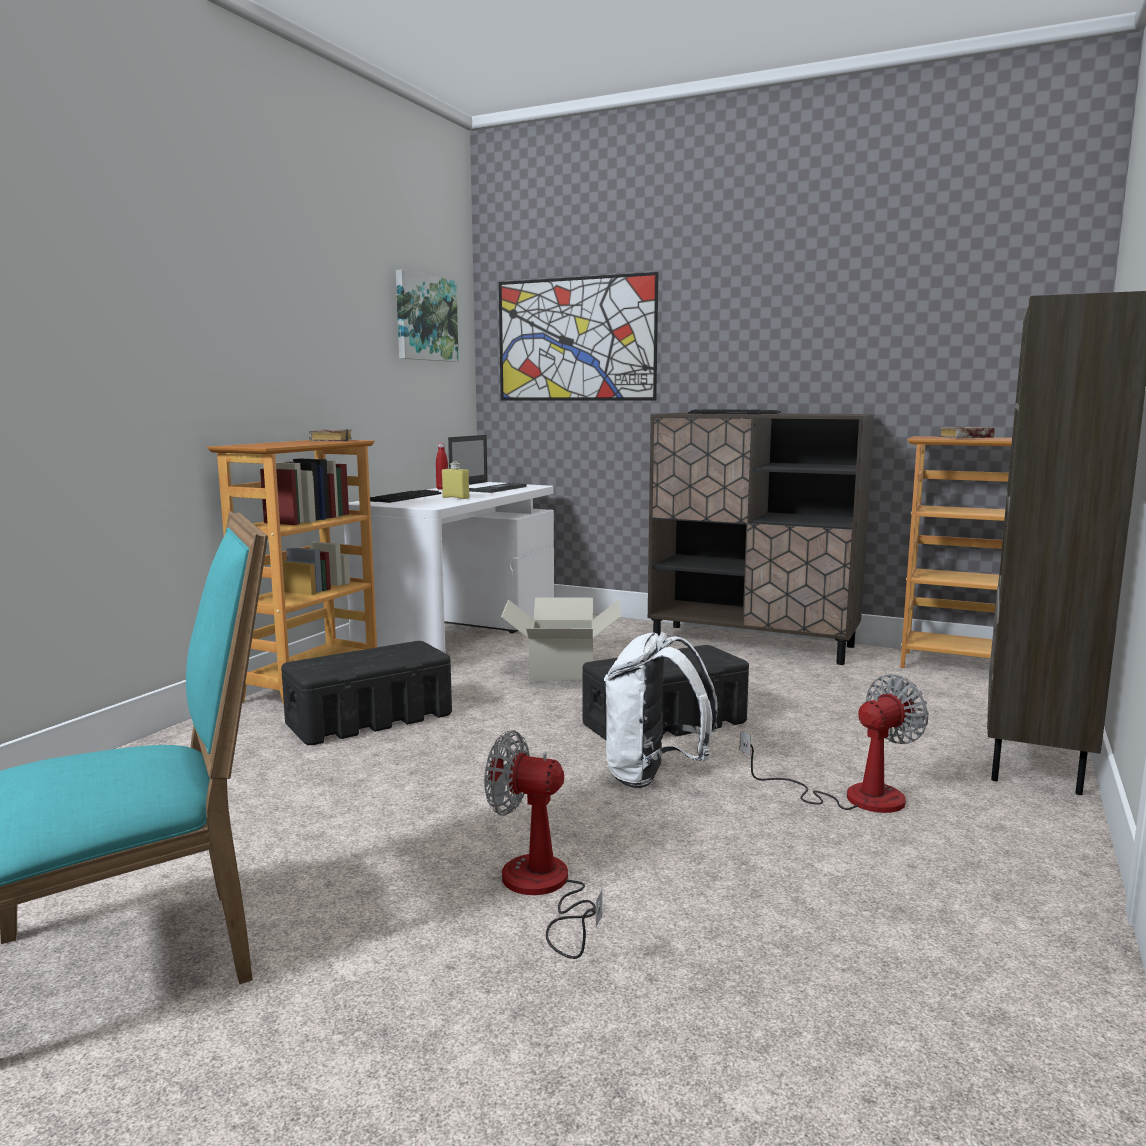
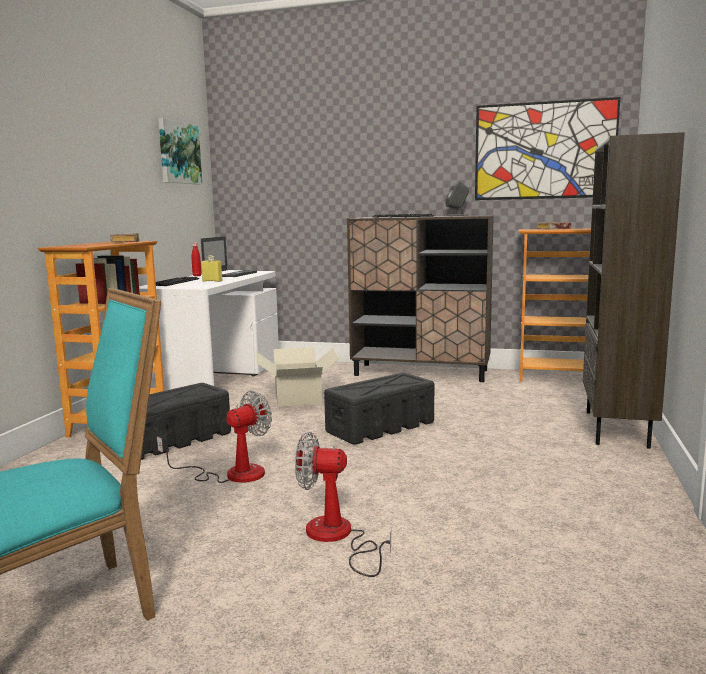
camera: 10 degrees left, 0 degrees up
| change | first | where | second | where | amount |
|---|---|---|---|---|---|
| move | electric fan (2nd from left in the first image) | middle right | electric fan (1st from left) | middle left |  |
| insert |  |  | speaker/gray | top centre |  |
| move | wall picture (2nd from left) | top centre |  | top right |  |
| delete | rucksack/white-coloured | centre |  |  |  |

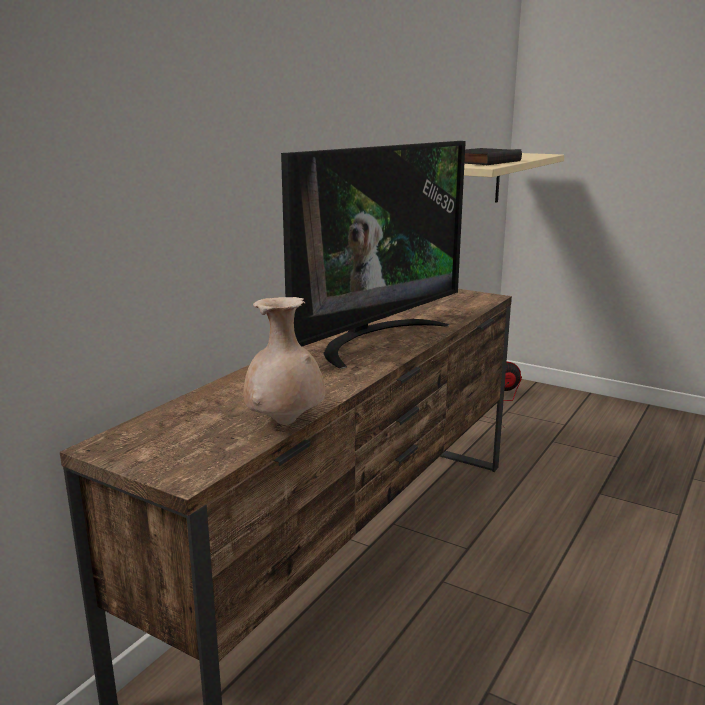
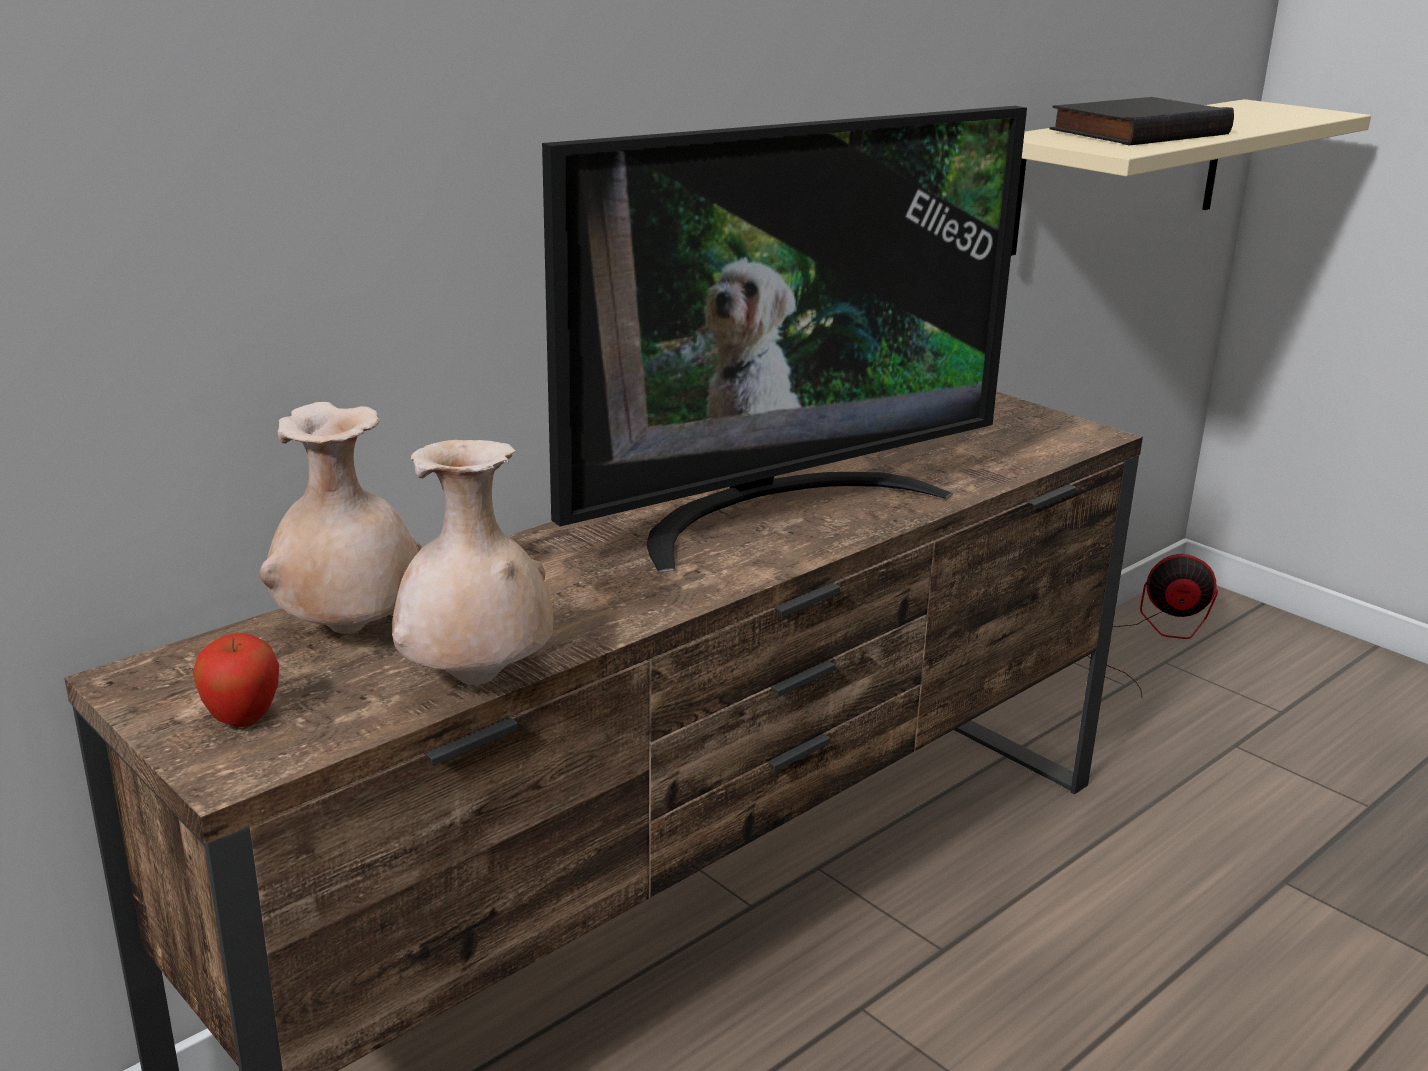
camera: 15 degrees right, 5 degrees up
| change | first | where | second | where | amount |
|---|---|---|---|---|---|
| insert |  |  | apple | middle left |  |
| insert |  |  | decorative vase/beige-coloured (1st from left) | middle left |  |

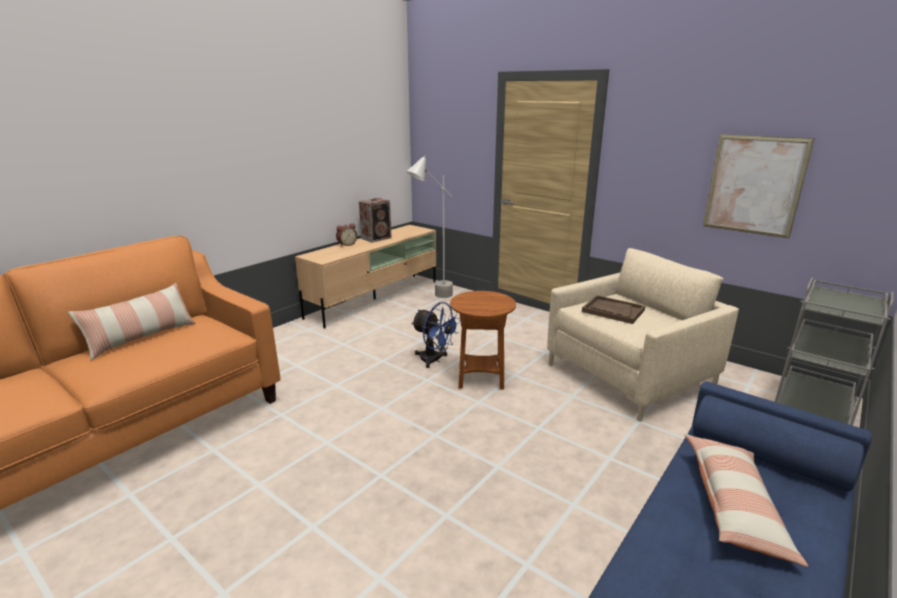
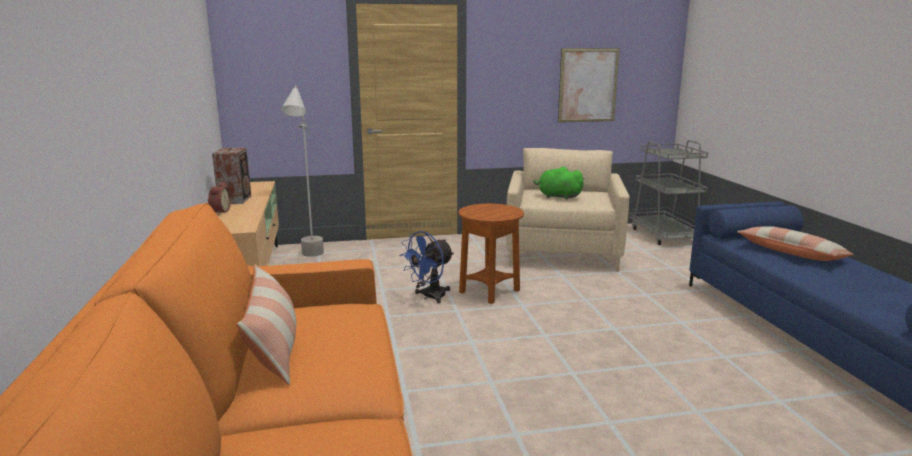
camera: 50 degrees left, 5 degrees down
| change | first | where | second | where | amount |
|---|---|---|---|---|---|
| rotate | electric fan/blue | centre |  | centre | 150 degrees clockwise |
| replace | serving tray/brownish | middle right | cuddly toy/greenish | centre |  |

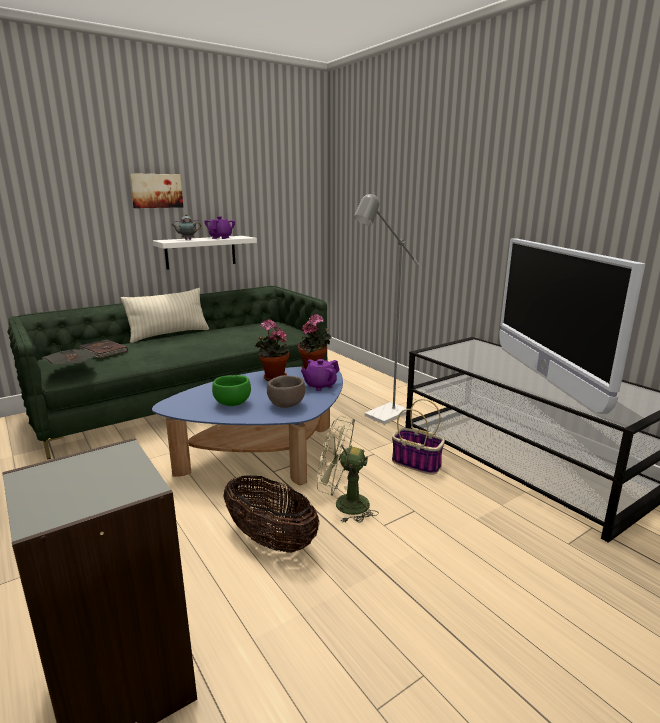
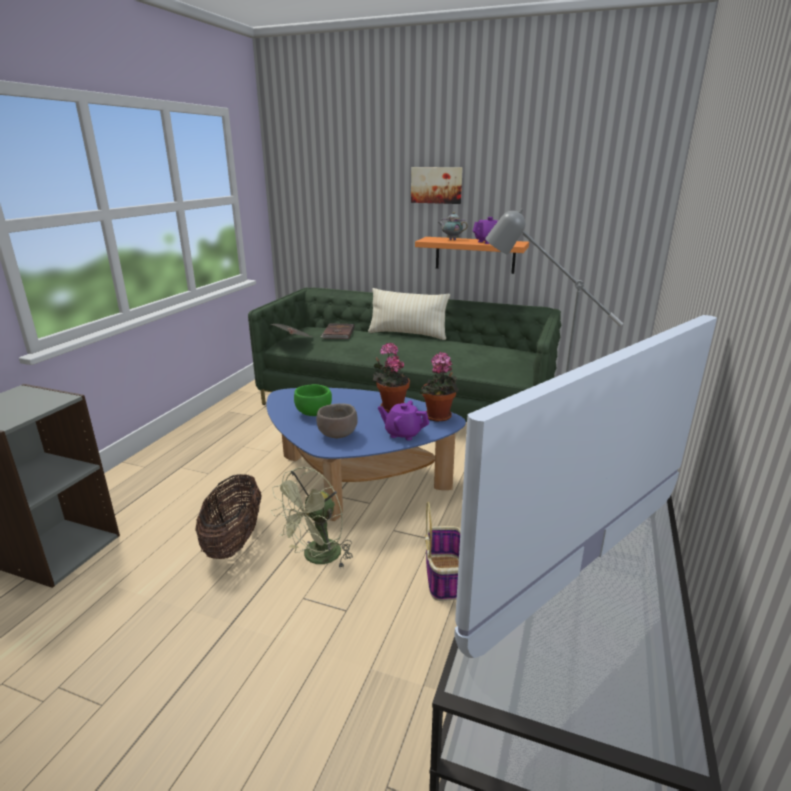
camera: 55 degrees right, 5 degrees up
| change | first | where | second | where | amount |
|---|---|---|---|---|---|
| rotate | electric fan/greenish | centre |  | centre | 120 degrees counterclockwise |
| recolor | shelf/white-coloured | middle left | shelf/orangey | top centre |  |

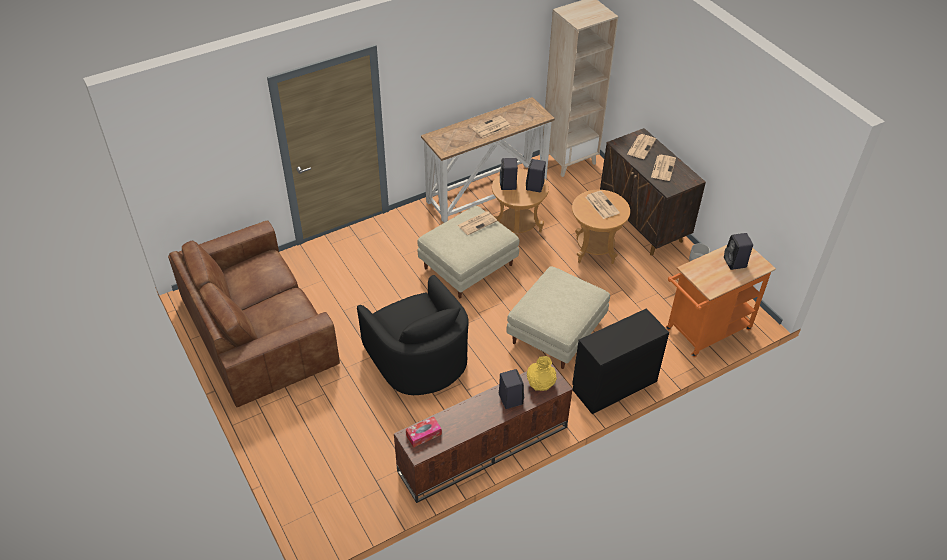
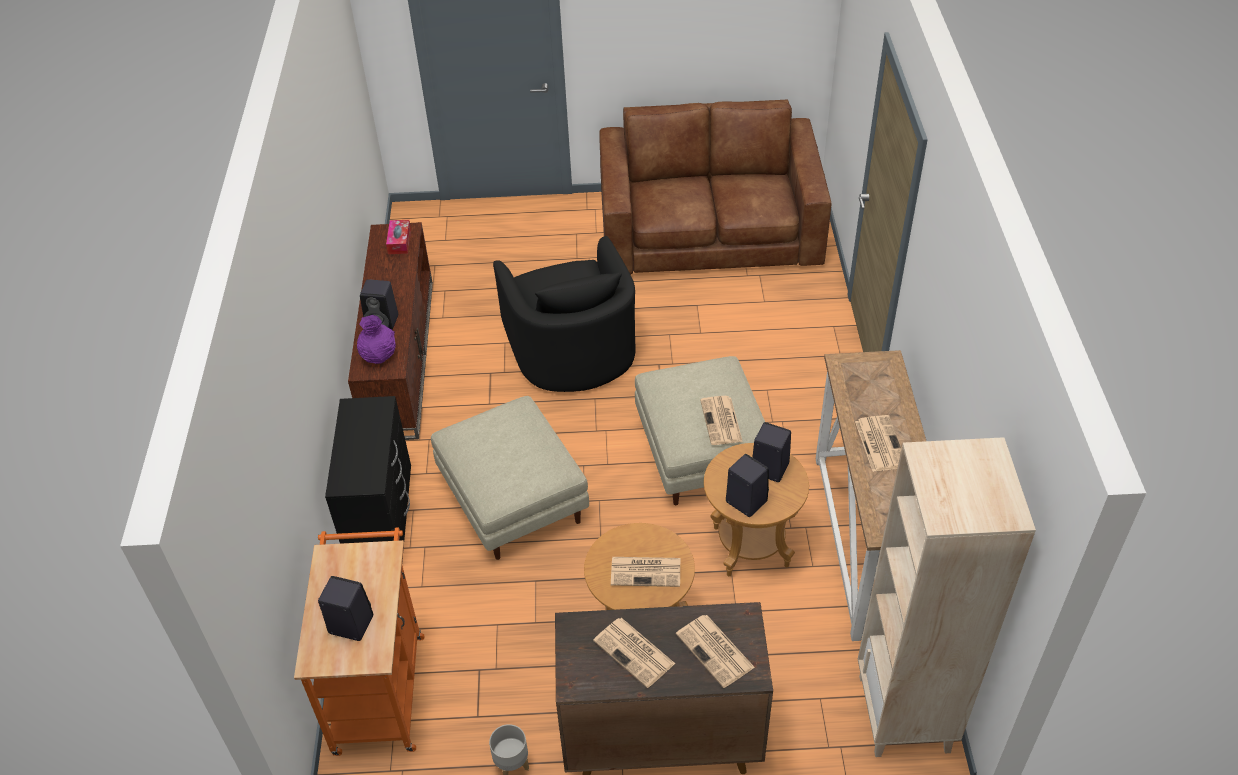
camera: 120 degrees right, 0 degrees up
| change | first | where | second | where | amount |
|---|---|---|---|---|---|
| recolor | decorative vase/yellow | centre | decorative vase/purple-coloured | middle left |  |
| rotate | lounge chair/blackish | centre |  | centre | 105 degrees counterclockwise |

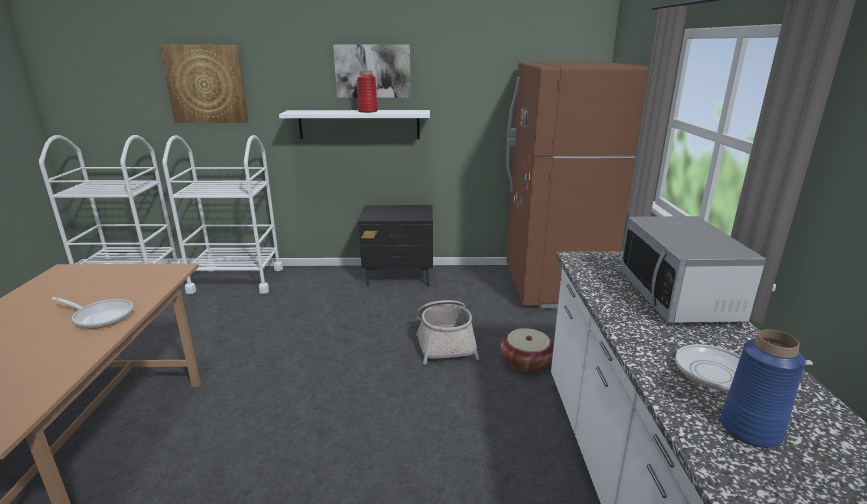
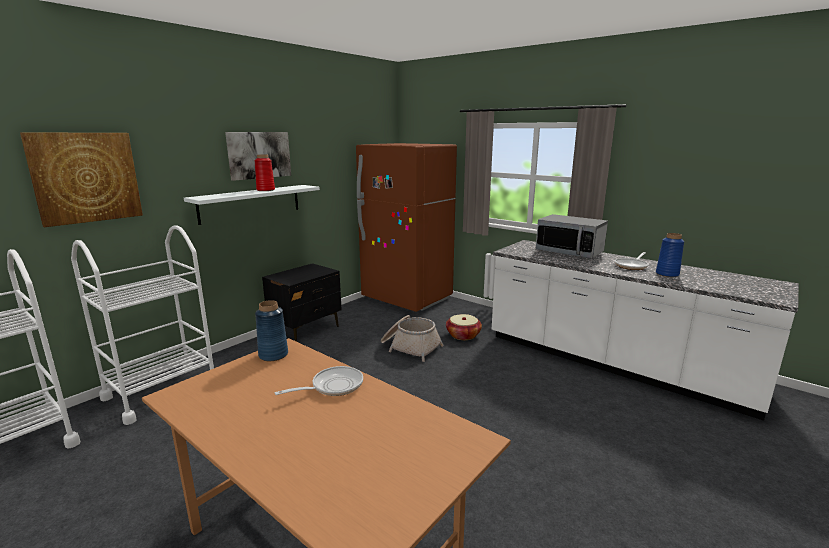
camera: 50 degrees left, 5 degrees down
| change | first | where | second | where | amount |
|---|---|---|---|---|---|
| insert |  |  | decorative vase/blue (1st from left) | middle left |  |

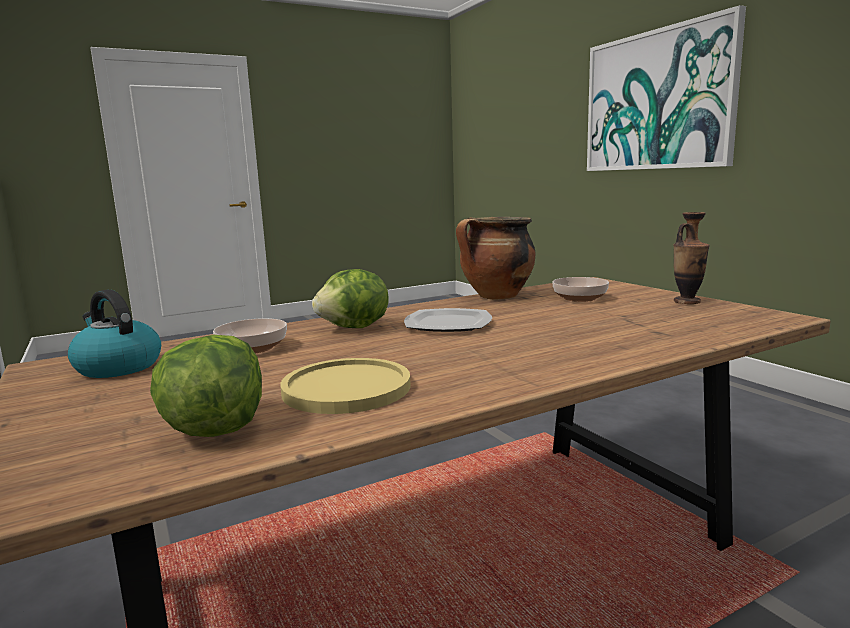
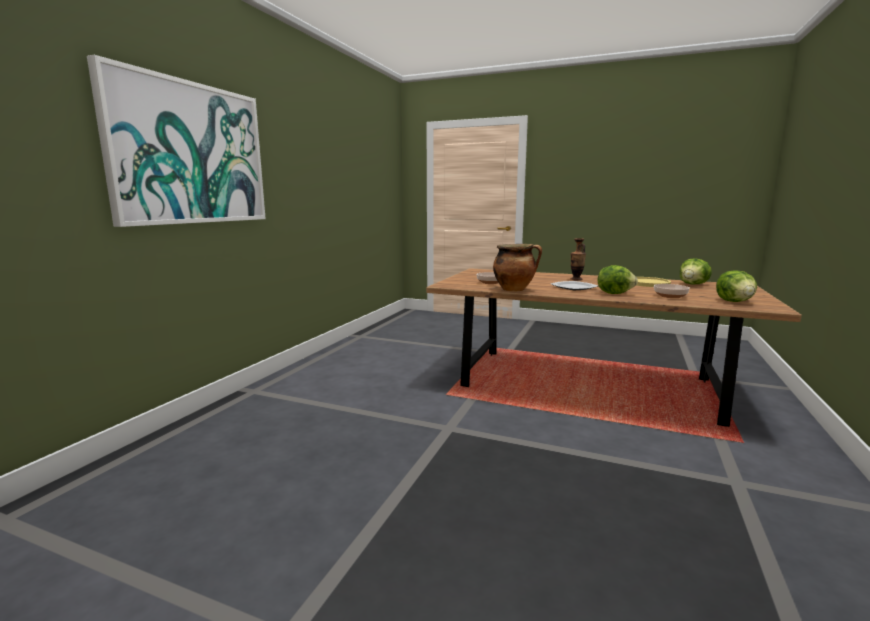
camera: 130 degrees left, 0 degrees up
| change | first | where | second | where | amount |
|---|---|---|---|---|---|
| move | decorative vase | middle right |  | centre |  |
| replace | water kettle | middle left | lettuce head (3rd from left) | middle right |  |

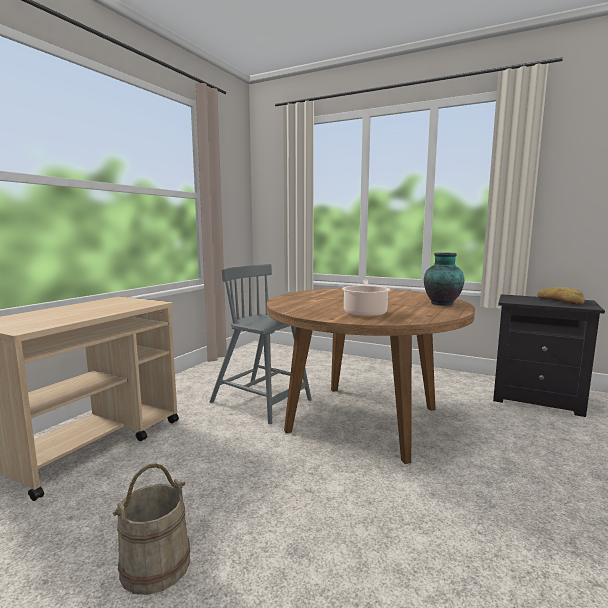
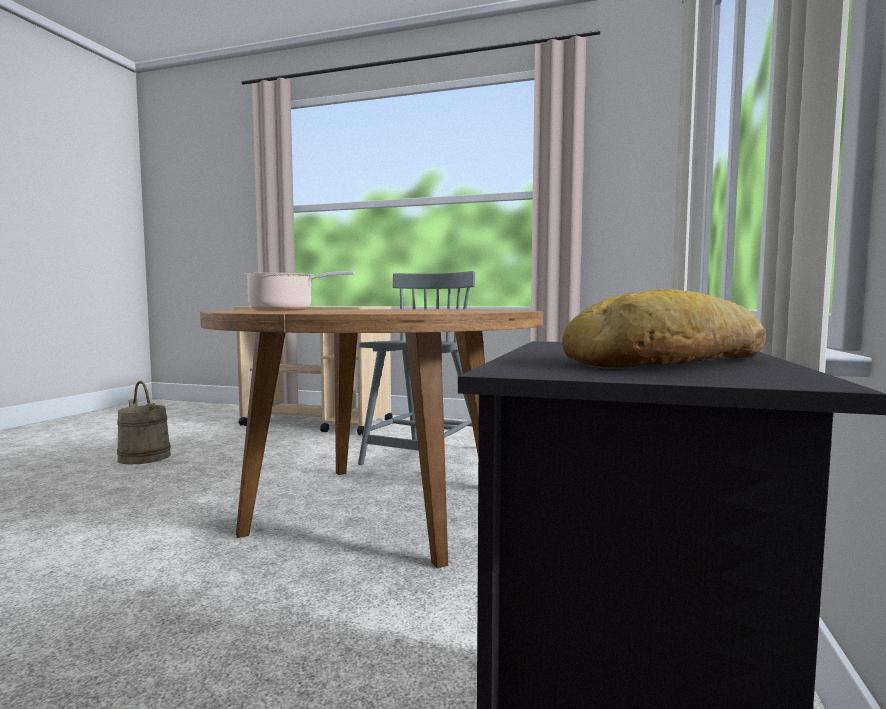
camera: 80 degrees right, 5 degrees down
| change | first | where | second | where | amount |
|---|---|---|---|---|---|
| delete | decorative vase | middle right |  |  |  |

